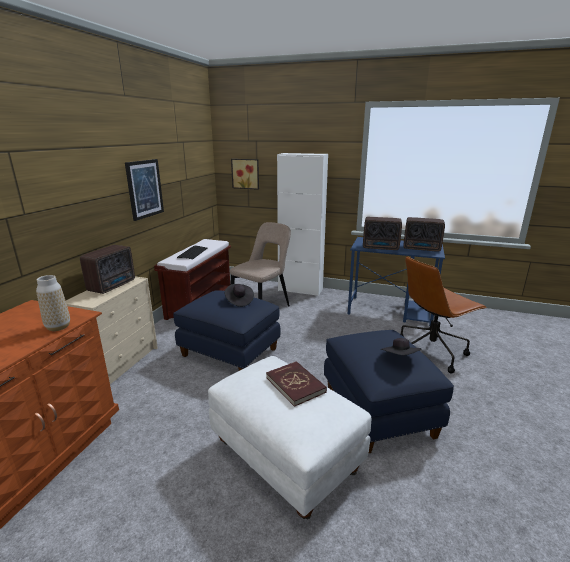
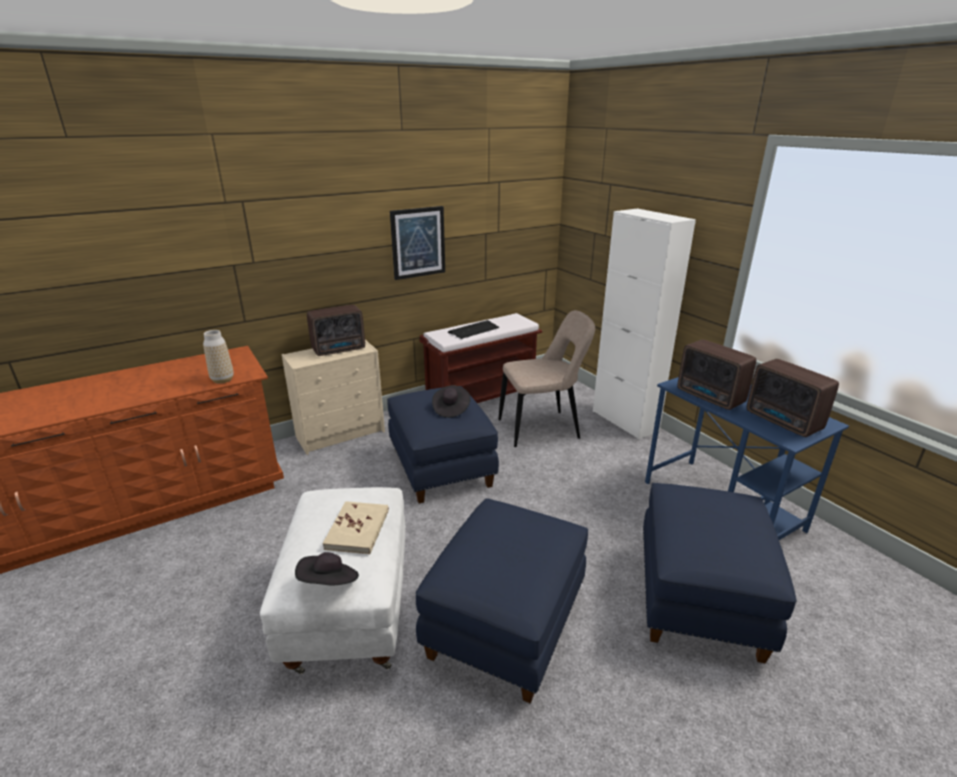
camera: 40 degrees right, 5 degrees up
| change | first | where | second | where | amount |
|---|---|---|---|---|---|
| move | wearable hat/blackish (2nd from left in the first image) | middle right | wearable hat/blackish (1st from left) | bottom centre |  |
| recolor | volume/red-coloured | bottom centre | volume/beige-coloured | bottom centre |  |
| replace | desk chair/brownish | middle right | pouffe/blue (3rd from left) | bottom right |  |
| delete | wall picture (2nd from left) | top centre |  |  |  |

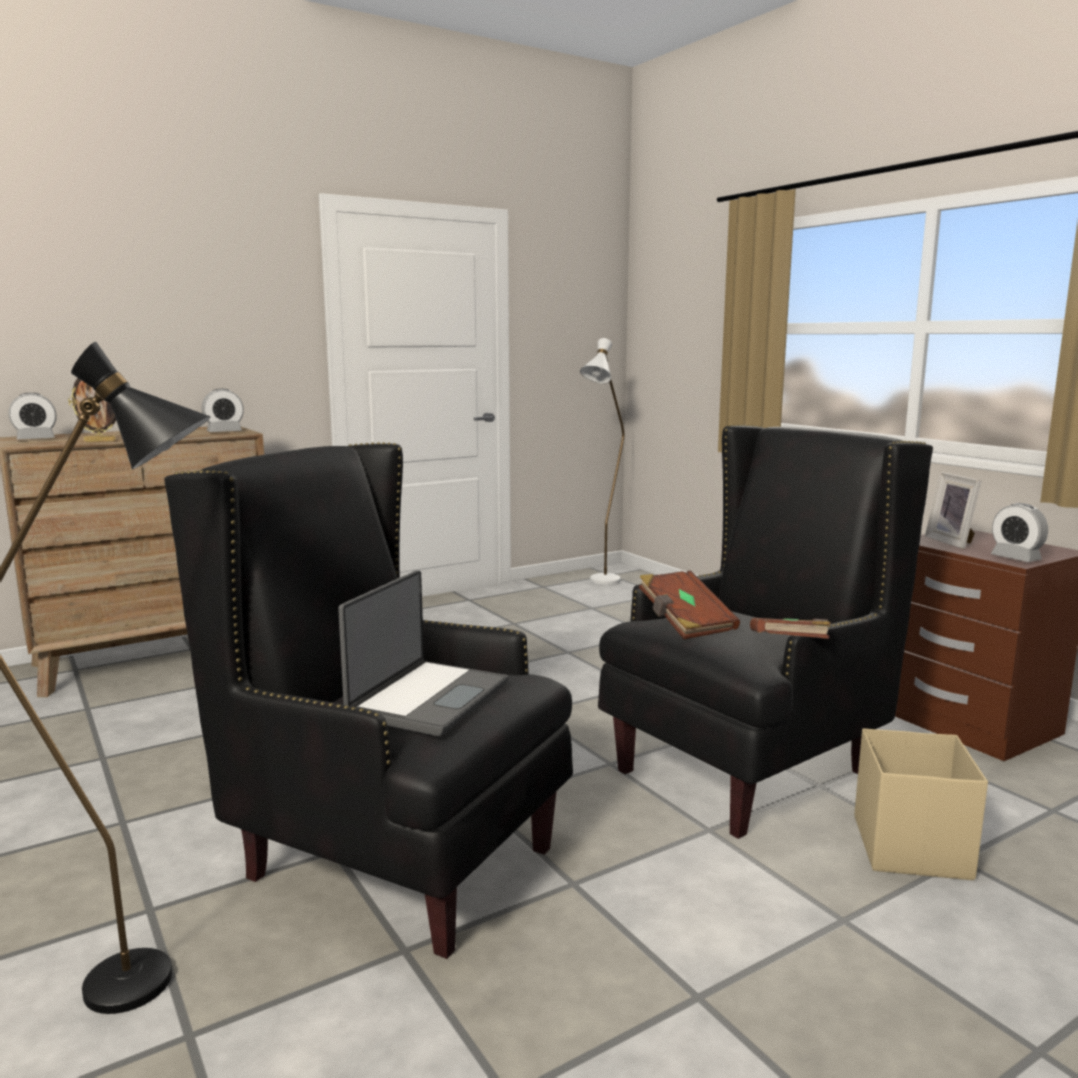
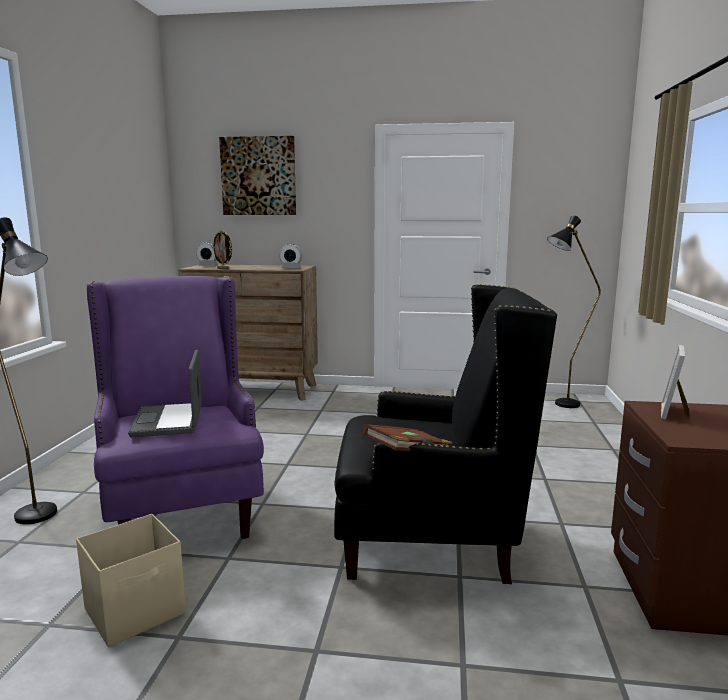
camera: 40 degrees right, 0 degrees up
| change | first | where | second | where | amount |
|---|---|---|---|---|---|
| move | storage bin/beige-coloured | bottom right |  | bottom left |  |
| recolor | lounge chair/blackish (1st from left) | centre | lounge chair/purple-coloured | middle left |  |
| rotate | notebook computer | centre |  | middle left | 105 degrees clockwise |
| insert |  |  | wall picture | top centre |  |
| recolor | standing lamp/white-coloured | centre | standing lamp/blackish (2nd from left) | middle right |  |
| delete | volume/brownish (1st from left) | centre |  |  |  |
| delete | bedside clock (3rd from left) | middle right |  |  |  |

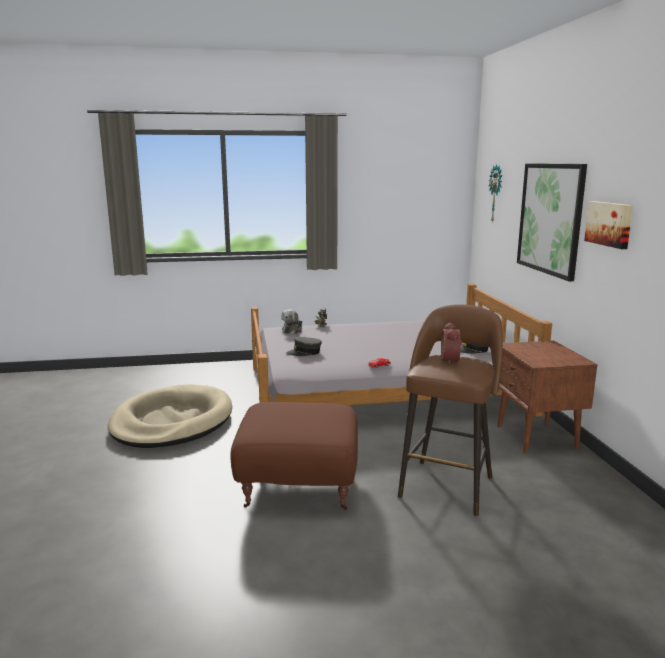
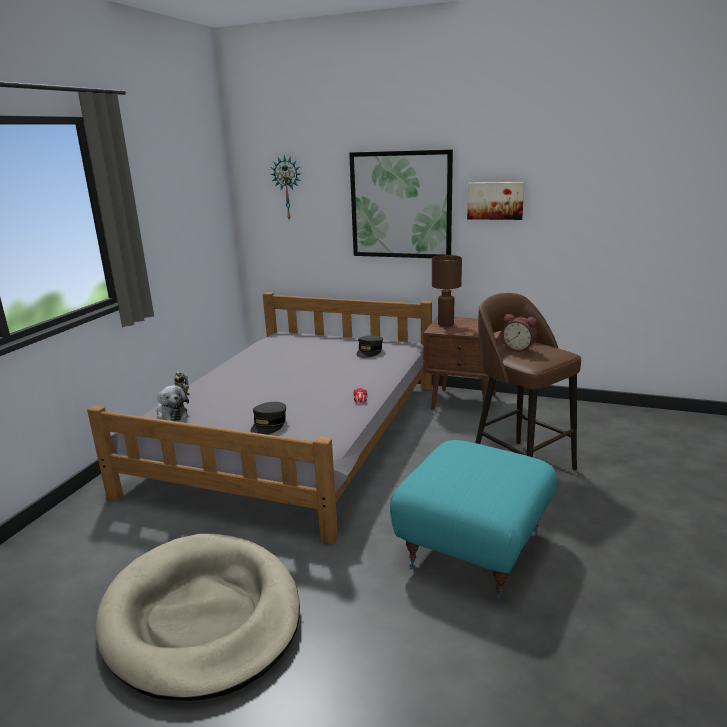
camera: 60 degrees left, 5 degrees up
| change | first | where | second | where | amount |
|---|---|---|---|---|---|
| recolor | pouffe/brownish | bottom centre | pouffe/blue-green | bottom centre |  |
| insert |  |  | tabletop lamp/brownish | centre |  |

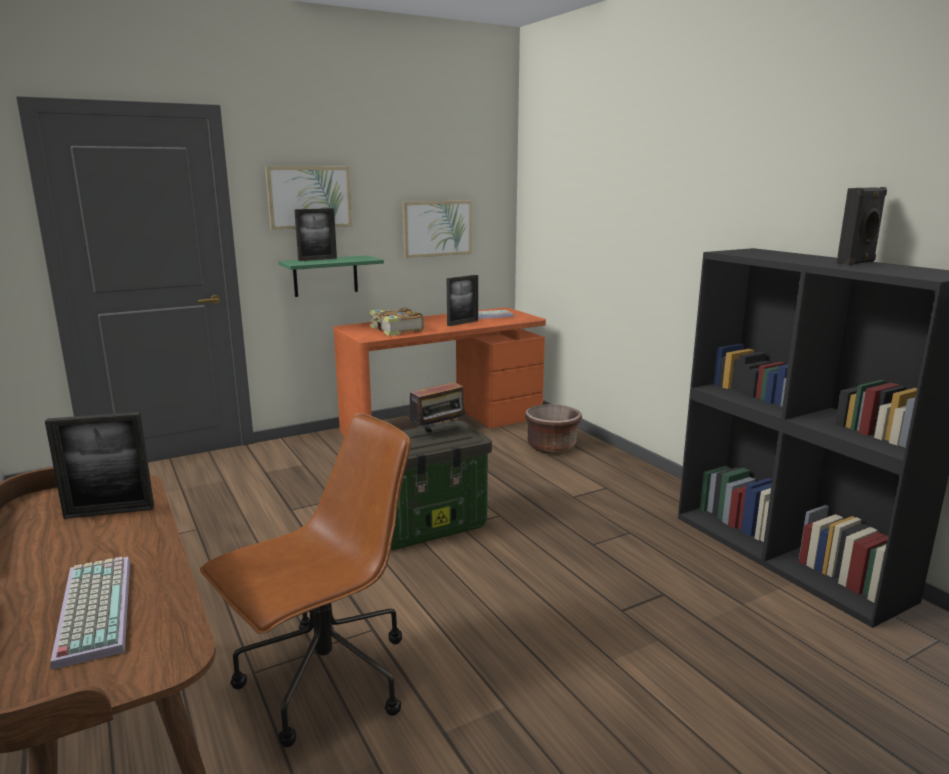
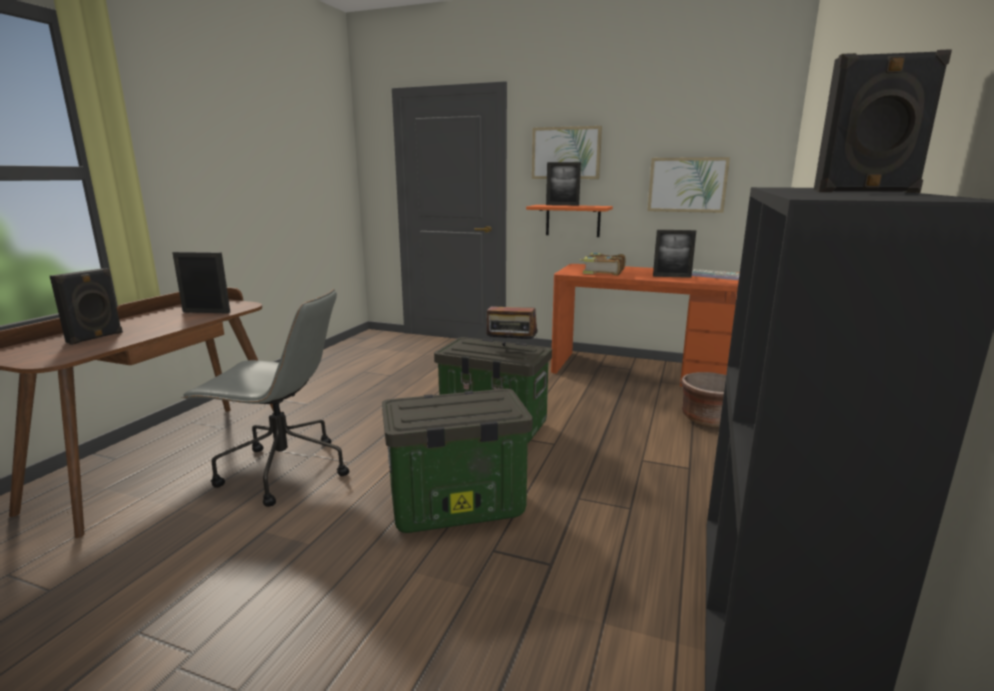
camera: 50 degrees right, 0 degrees up
| change | first | where | second | where | amount |
|---|---|---|---|---|---|
| replace | PC keyboard (1st from left) | bottom left | speaker/blackish (1st from left) | middle left |  |
| rotate | standing frame (1st from left) | middle left |  | middle left | 150 degrees clockwise |
| recolor | desk chair/brownish | bottom left | desk chair/gray | middle left |  |
| insert |  |  | storage bin (1st from left) | bottom centre |  |
| recolor | shelf/greenish | centre | shelf/orangey | top centre |  |

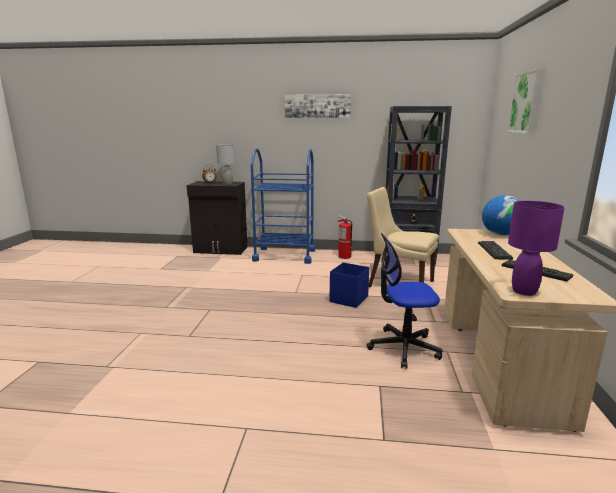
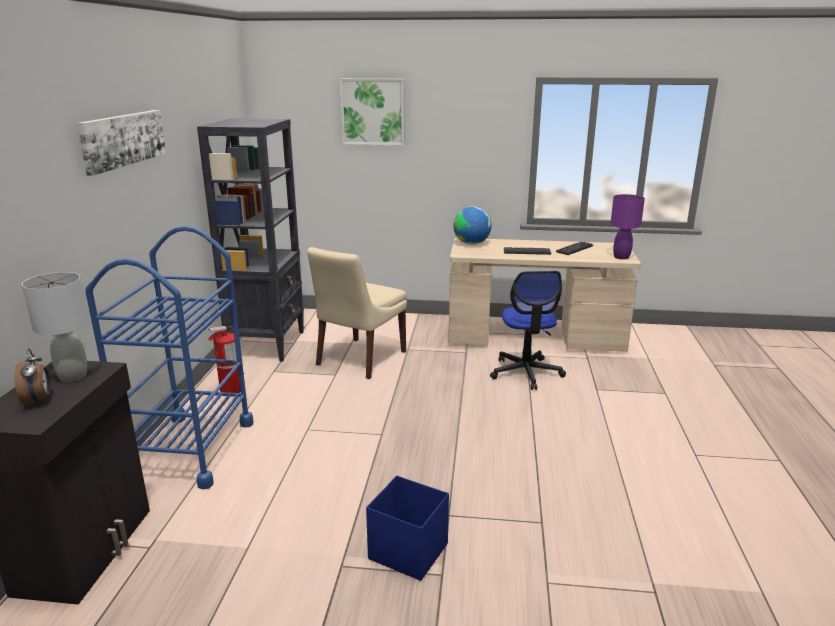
camera: 90 degrees left, 5 degrees up
| change | first | where | second | where | amount |
|---|---|---|---|---|---|
| move | storage bin/blue | centre |  | bottom centre |  |

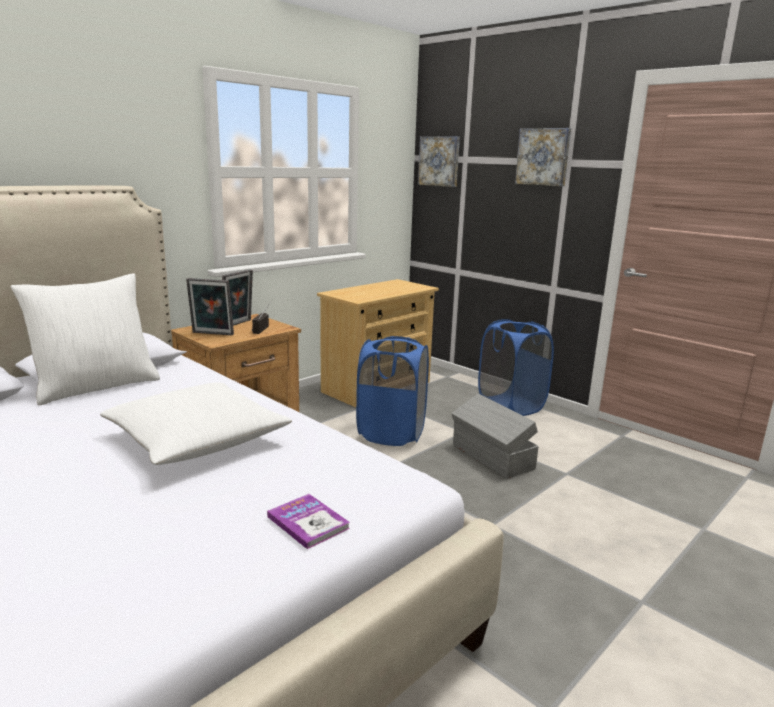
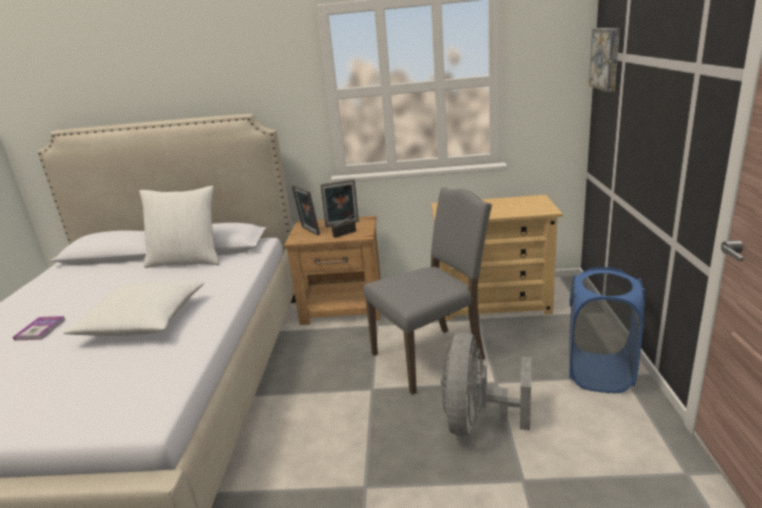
camera: 50 degrees right, 5 degrees up
| change | first | where | second | where | amount |
|---|---|---|---|---|---|
| move | volume | bottom centre |  | middle left |  |
| replace | washing basket/blue (1st from left) | centre | plain chair/gray | centre |  |
| replace | storage bin/gray | centre | electric fan/gray | bottom centre |  |
| delete | wall picture (2nd from left) | top right |  |  |  |

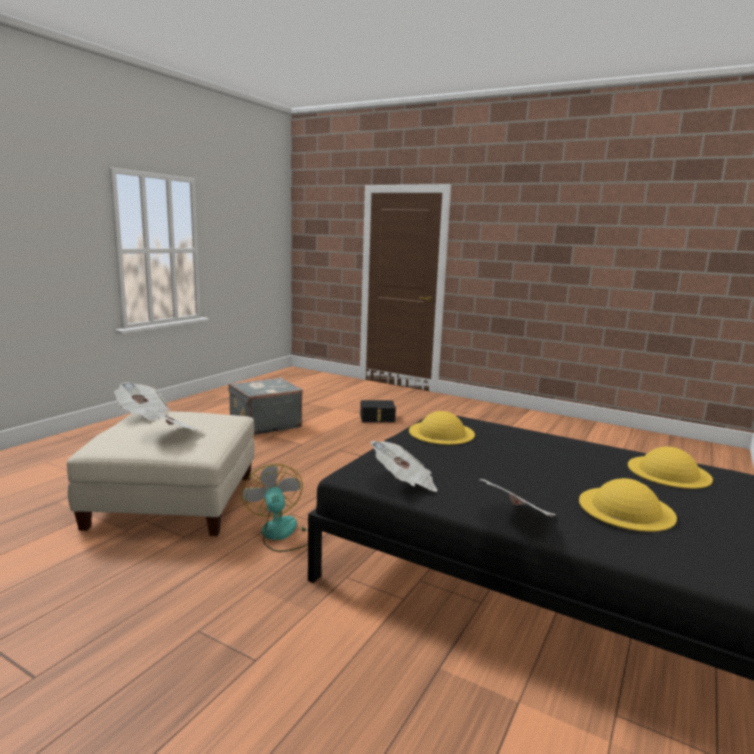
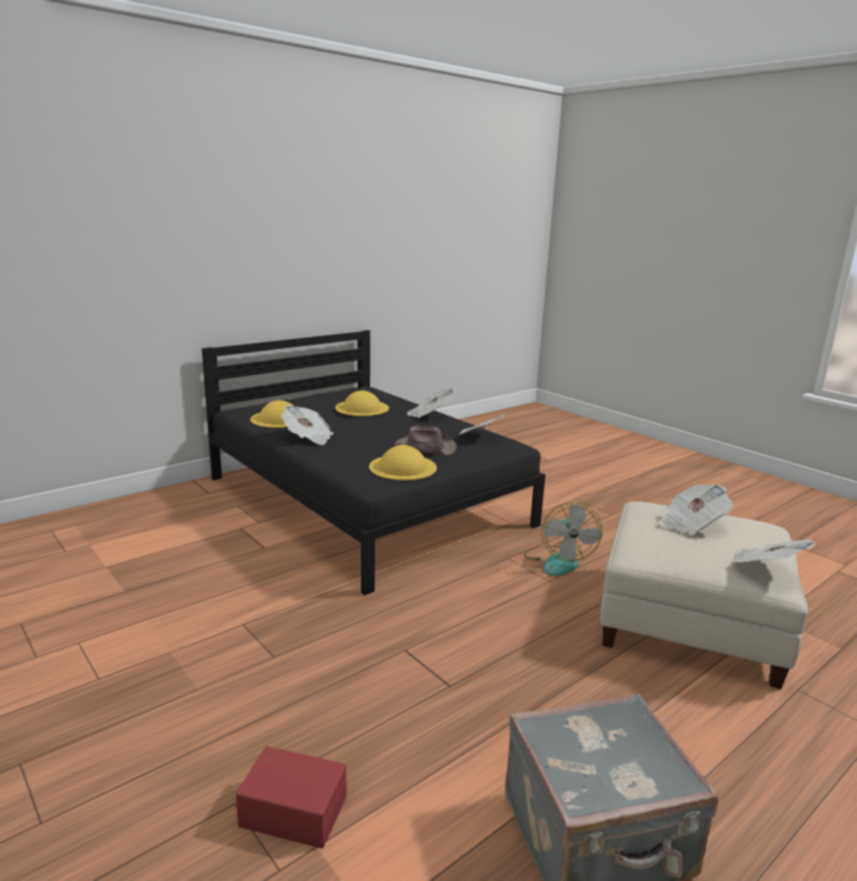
camera: 160 degrees left, 5 degrees up
| change | first | where | second | where | amount |
|---|---|---|---|---|---|
| recolor | storage bin/blackish | centre | storage bin/red-coloured | bottom centre |  |
| insert |  |  | printed paper (1st from left) | centre |  |
| insert |  |  | wearable hat/brownish | centre |  |

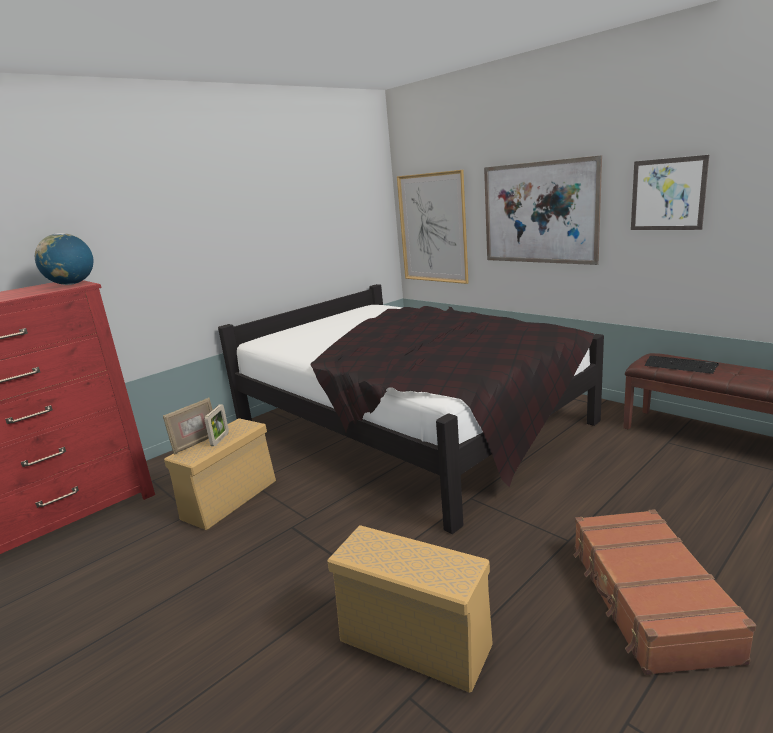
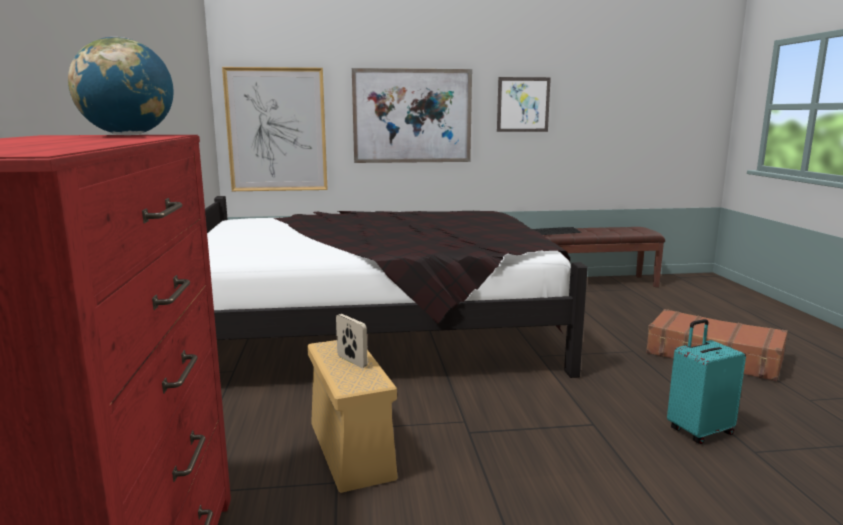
camera: 55 degrees left, 5 degrees down
| change | first | where | second | where | amount |
|---|---|---|---|---|---|
| replace | storage bin/beige-coloured (2nd from left) | bottom centre | suitcase/blue-green | bottom right |  |
| delete | standing frame (1st from left) | middle left |  |  |  |

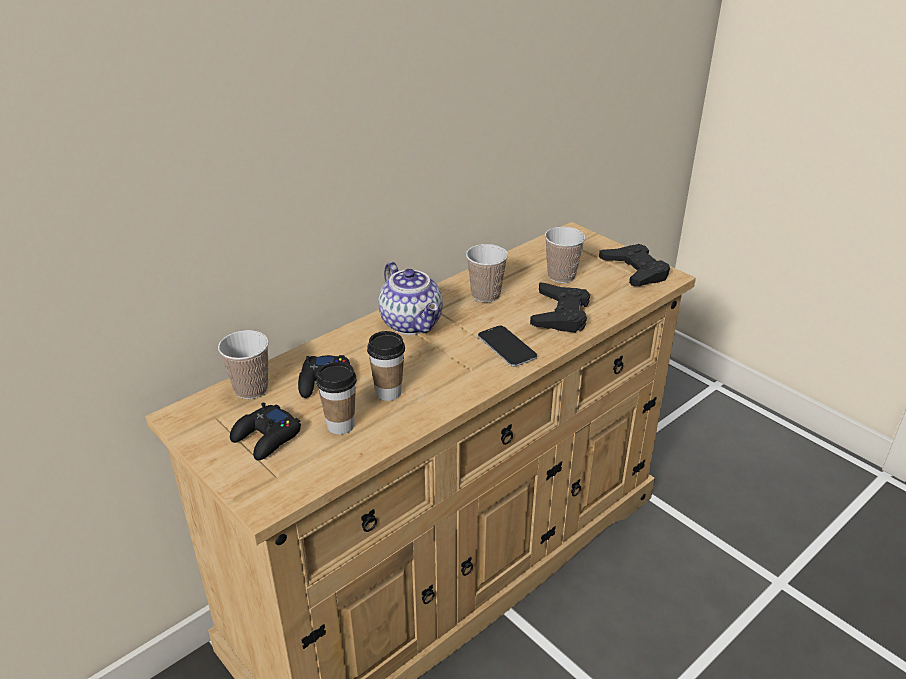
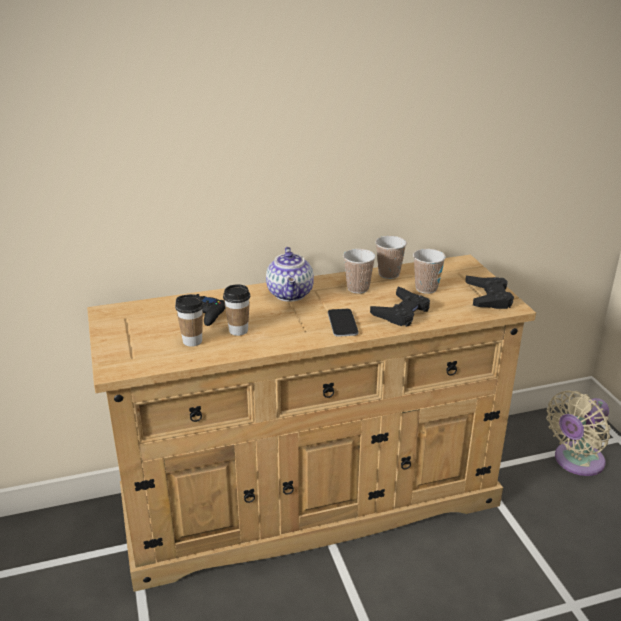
camera: 25 degrees right, 5 degrees down
| change | first | where | second | where | amount |
|---|---|---|---|---|---|
| move | cup (1st from left in the first image) | middle left | cup (4th from left) | centre |  |
| insert |  |  | electric fan/beige-coloured | bottom right |  |
| delete | joypad/blackish (1st from left) | middle left |  |  |  |

